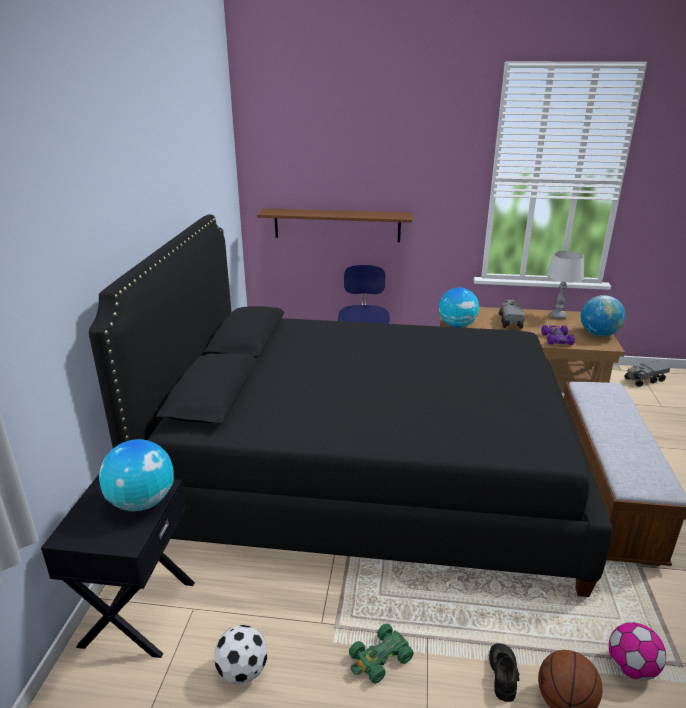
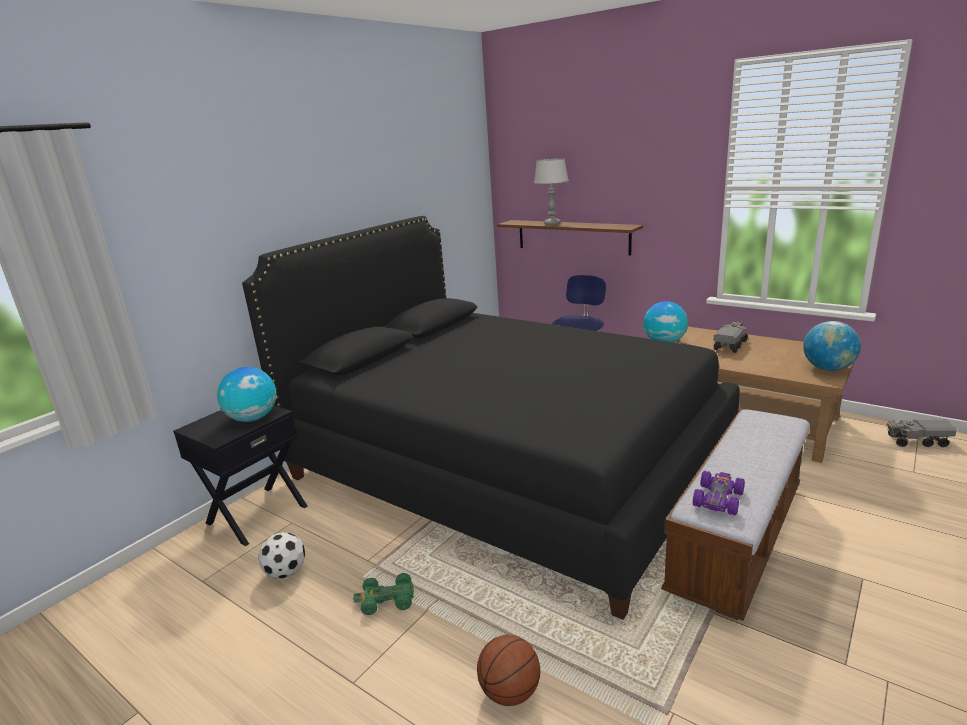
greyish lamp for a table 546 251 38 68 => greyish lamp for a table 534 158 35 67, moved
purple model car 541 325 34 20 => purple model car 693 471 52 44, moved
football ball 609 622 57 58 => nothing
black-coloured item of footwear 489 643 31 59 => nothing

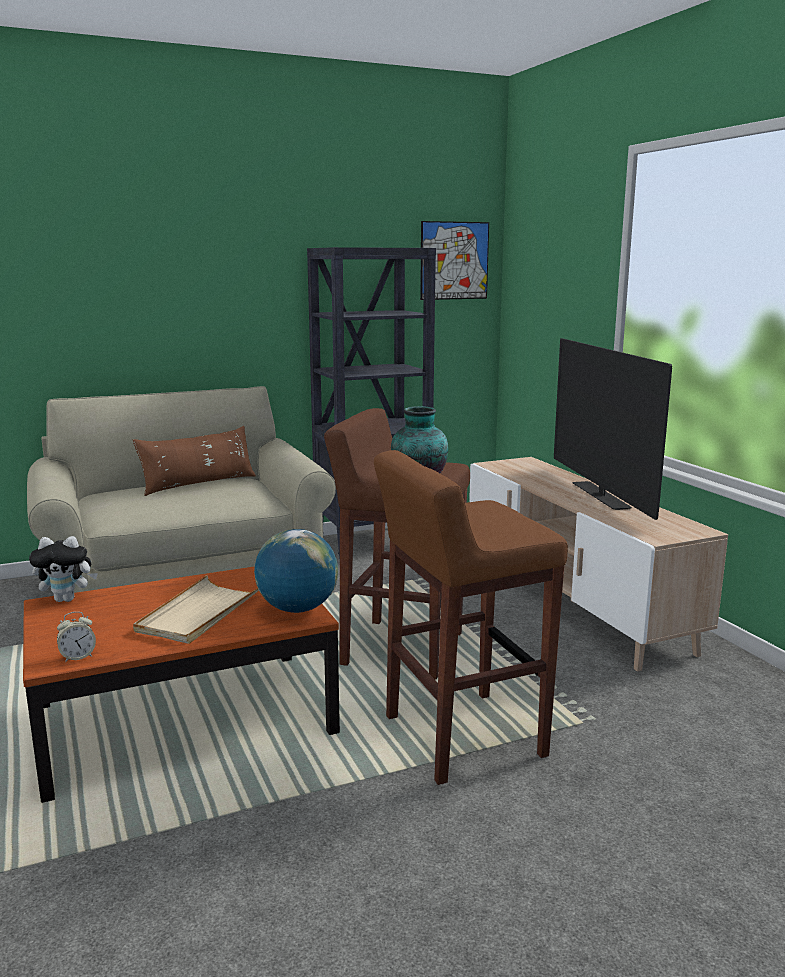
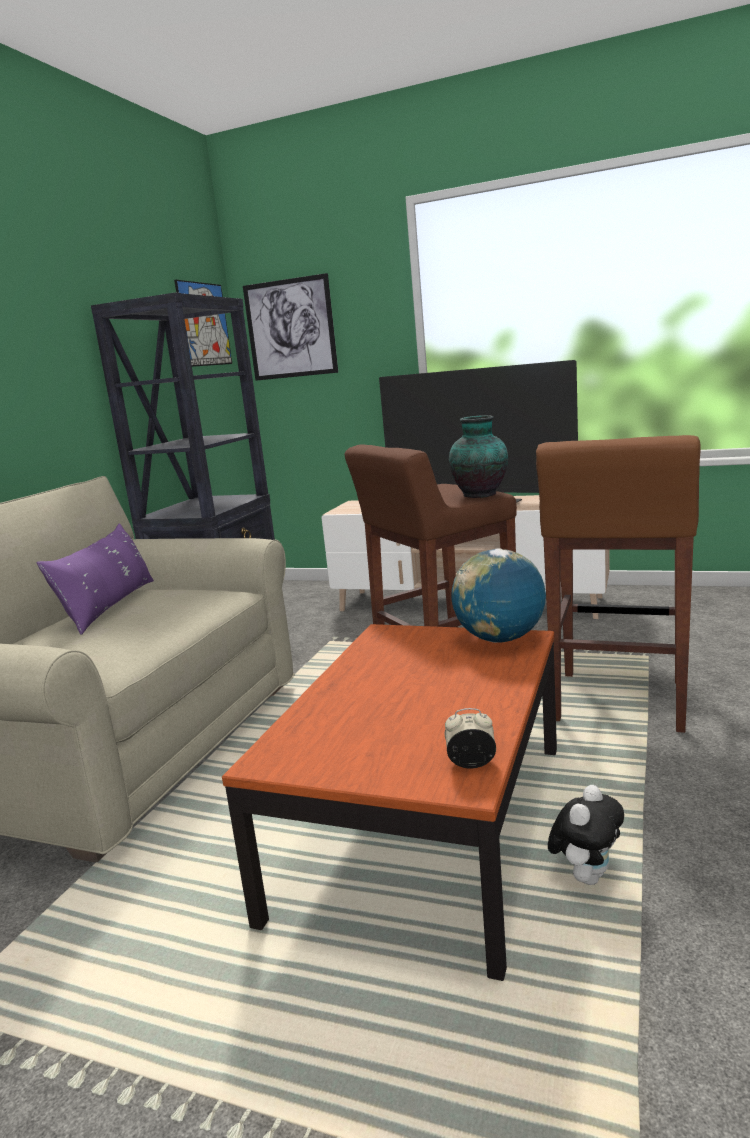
brown throw pillow 133 426 123 70 => purple throw pillow 36 523 118 112
soft toy 29 536 69 66 => soft toy 548 785 76 100, moved
beige-coloured serving tray 133 575 126 69 => nothing
bedside clock 57 612 39 50 => bedside clock 445 708 51 61, 105 degrees counterclockwise
nothing => wall picture 243 273 95 108

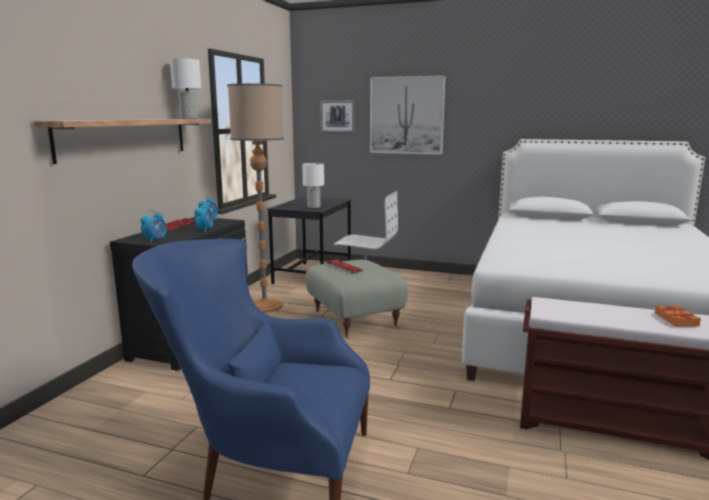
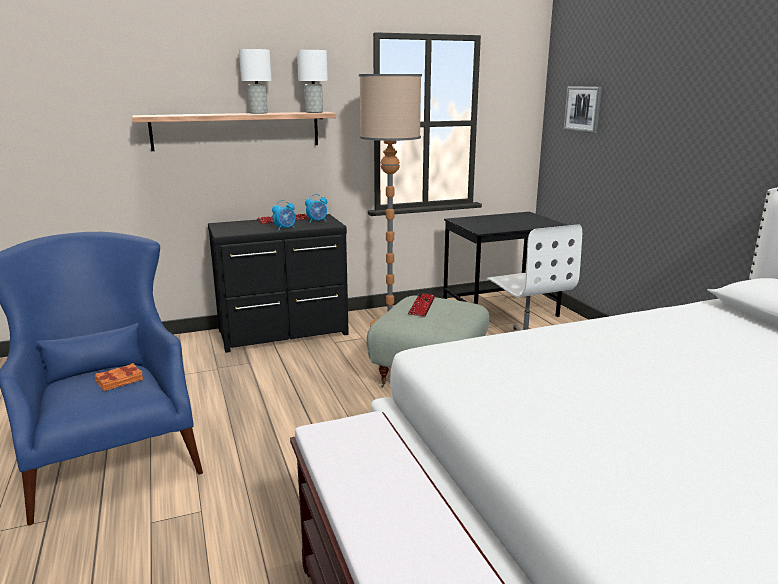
wall picture 370 75 75 80 => nothing
whitish lamp for a table 302 163 22 45 => whitish lamp for a table 239 49 33 65, moved
bedside clock 141 210 26 33 => nothing
orangey volume 655 305 46 21 => orangey volume 95 363 48 28, moved

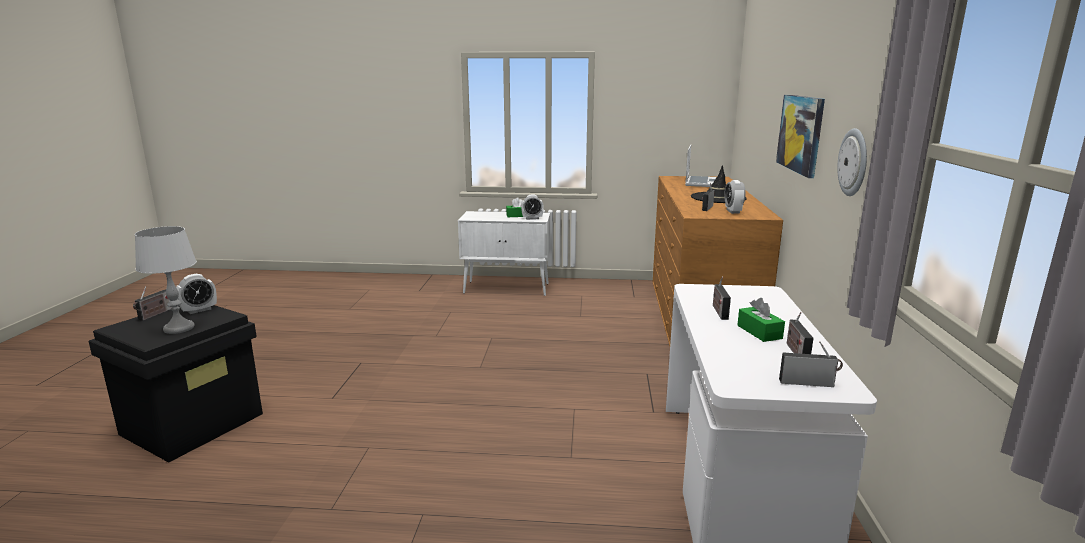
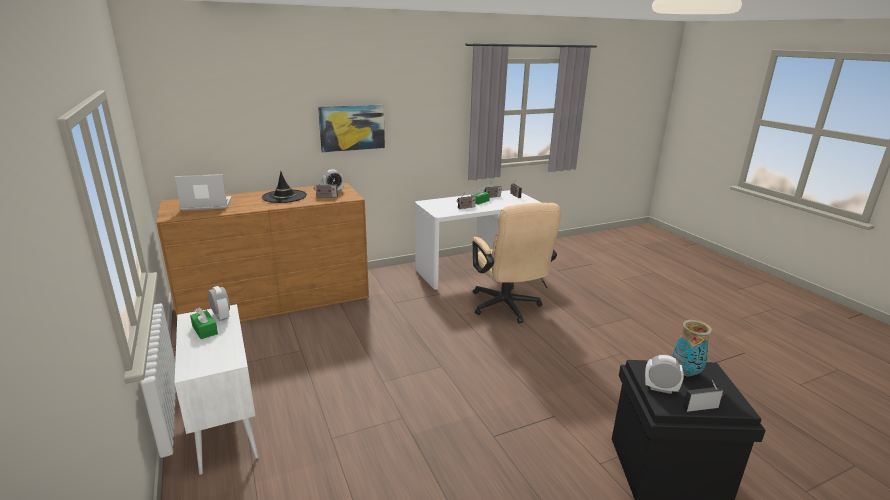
hanging clock 837 128 30 68 => nothing
greyish lamp for a table 135 226 62 108 => vase 673 320 39 57
nothing => beige-coloured desk chair 472 203 89 120

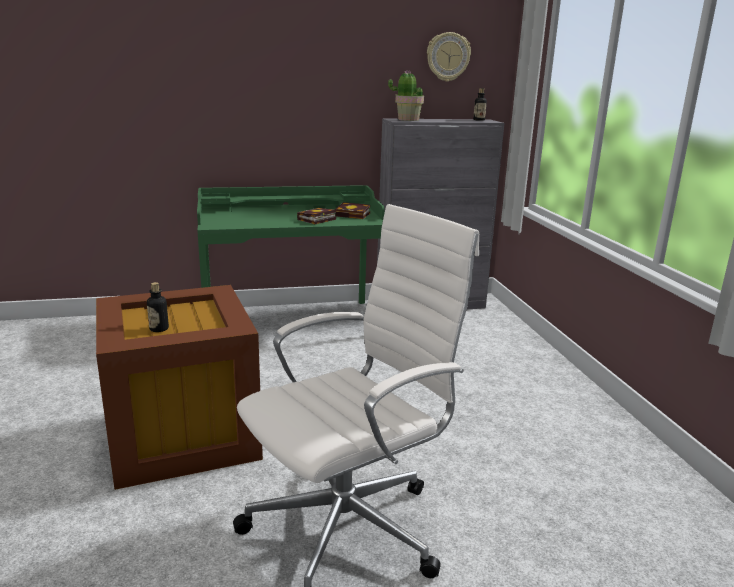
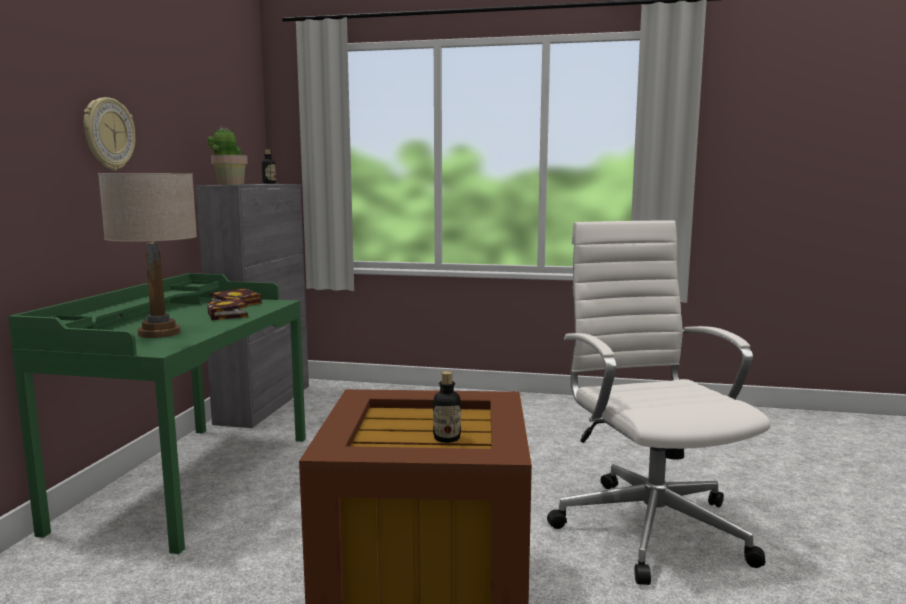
hanging clock 427 32 44 50 => hanging clock 84 97 51 73, moved
nothing => beige-coloured lamp for a table 98 173 99 165

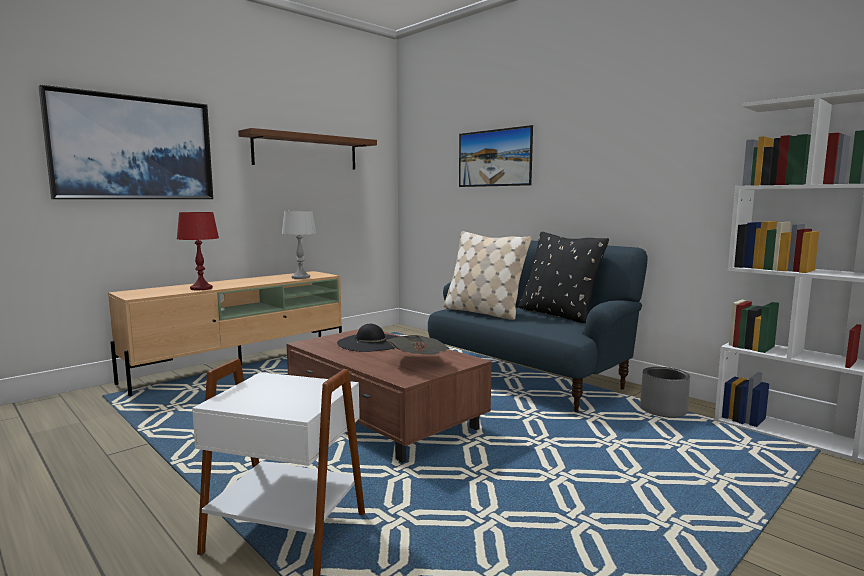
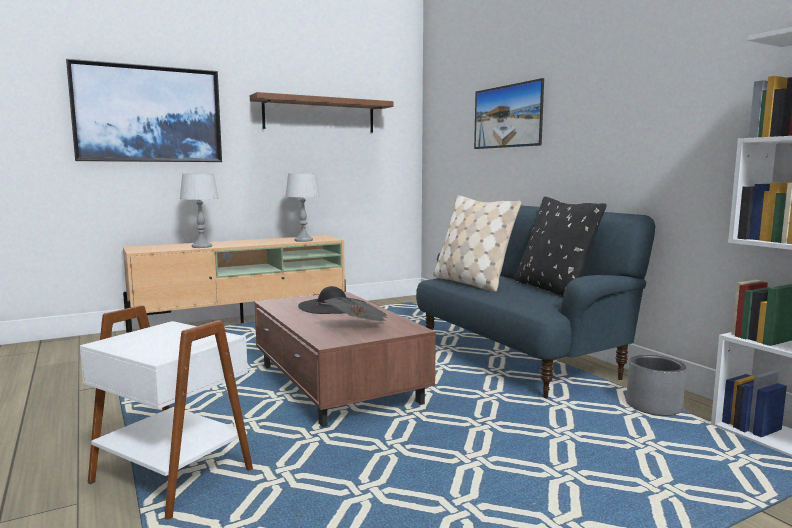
red lamp for a table 177 212 42 78 => greyish lamp for a table 180 174 39 74

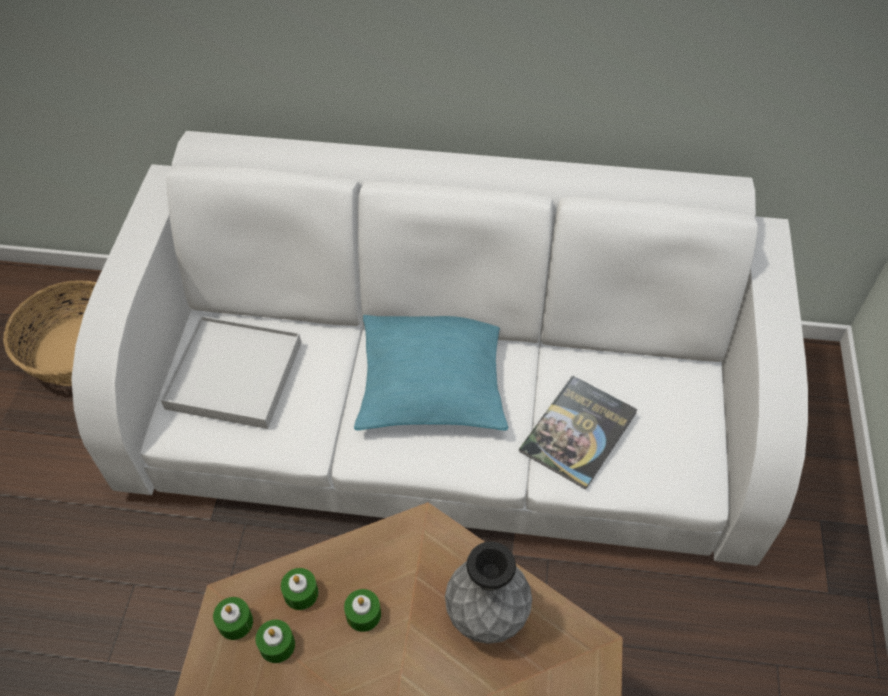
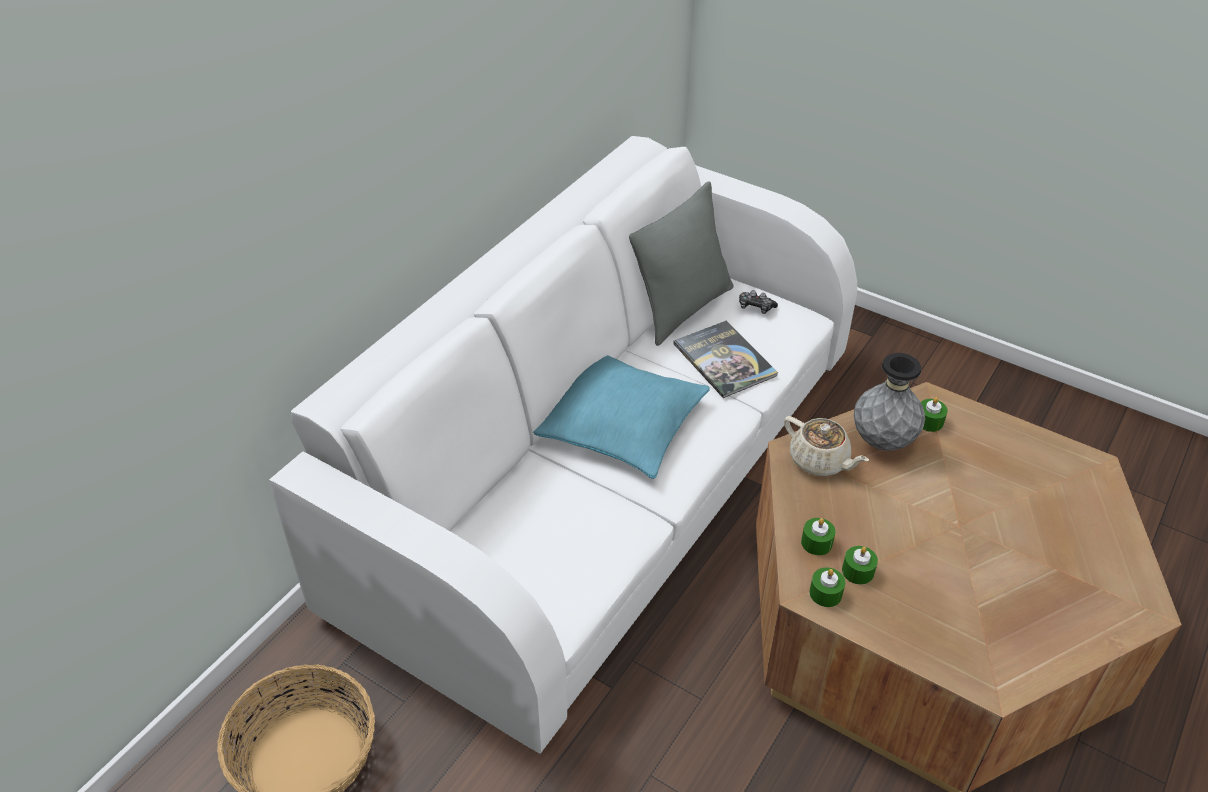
whitish serving tray 161 316 140 113 => nothing
green-coloured candle 344 589 37 43 => green-coloured candle 921 397 27 35, moved
nothing => greyish throw pillow 629 181 105 165
nothing => joypad 739 290 39 24
nothing => beige-coloured tea pot 784 416 85 60

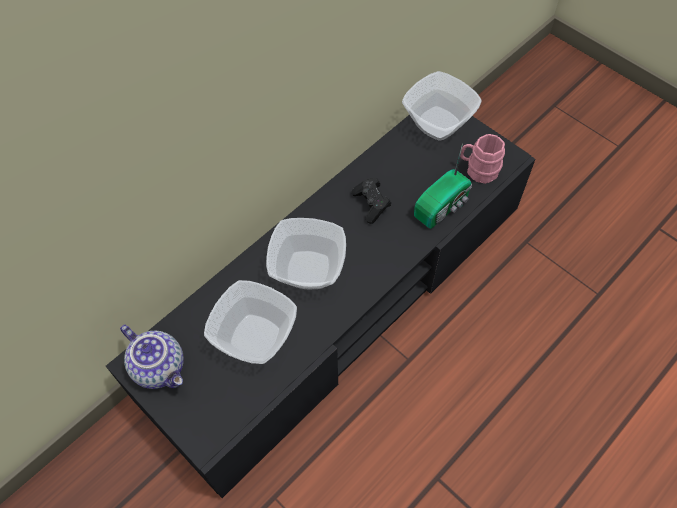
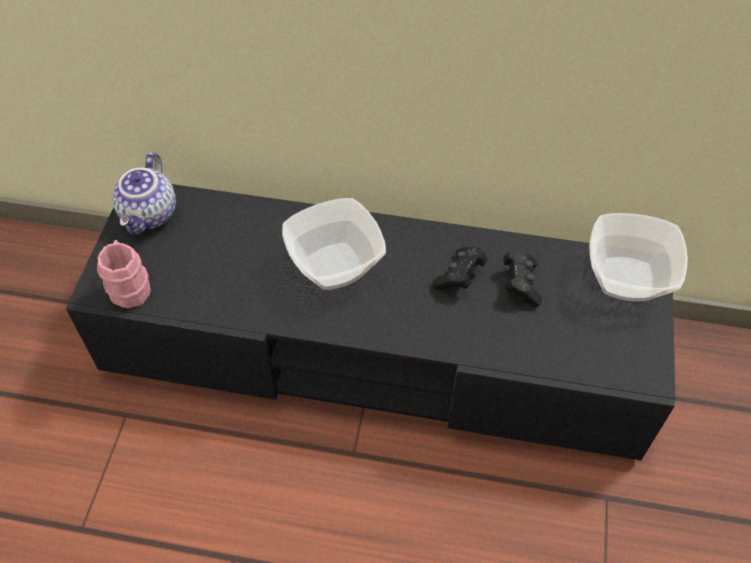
pinkish coffee mug 460 134 45 50 => pinkish coffee mug 97 240 54 68, moved
radio set 414 143 58 86 => nothing
deep dish 204 280 93 84 => nothing
nothing => black-coloured joypad 503 250 39 57

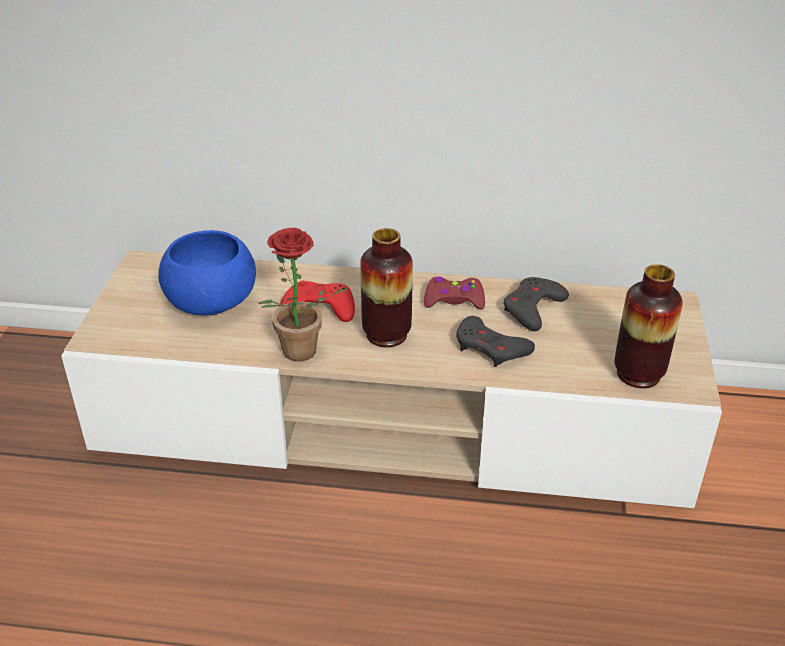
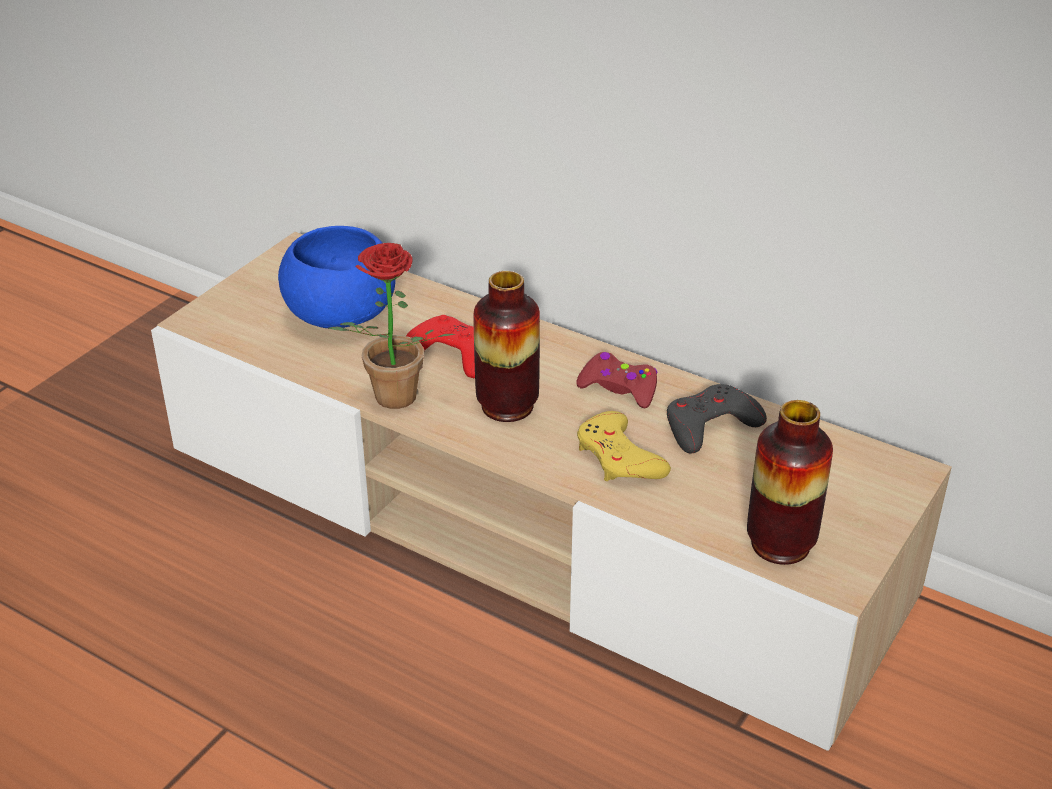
greyish joypad 456 316 79 51 => yellow joypad 577 411 94 70

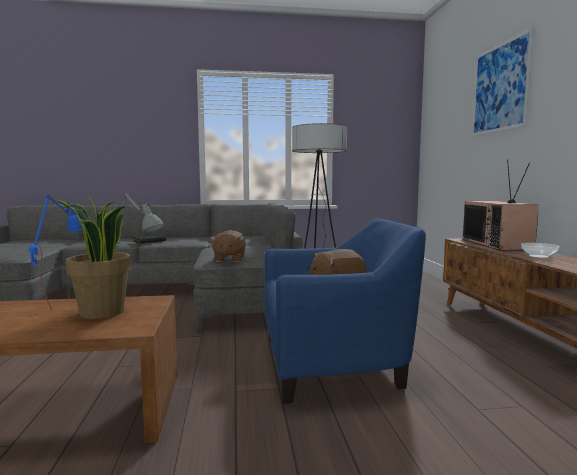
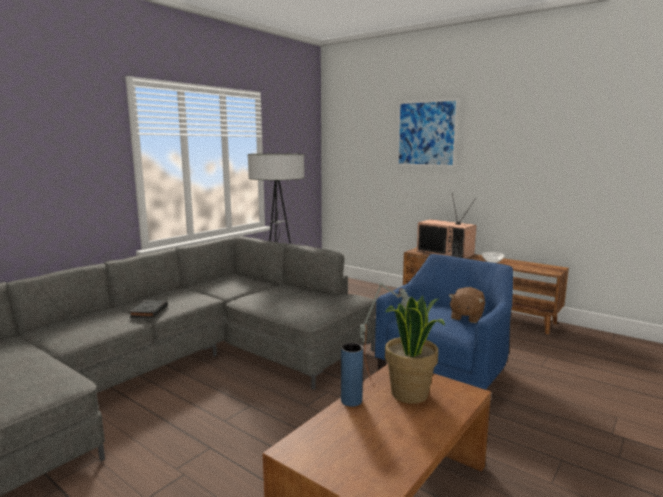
blue-coloured lamp for a table 29 194 54 116 => blue-coloured vase 341 343 22 64
brown soft toy 210 230 36 32 => nothing

